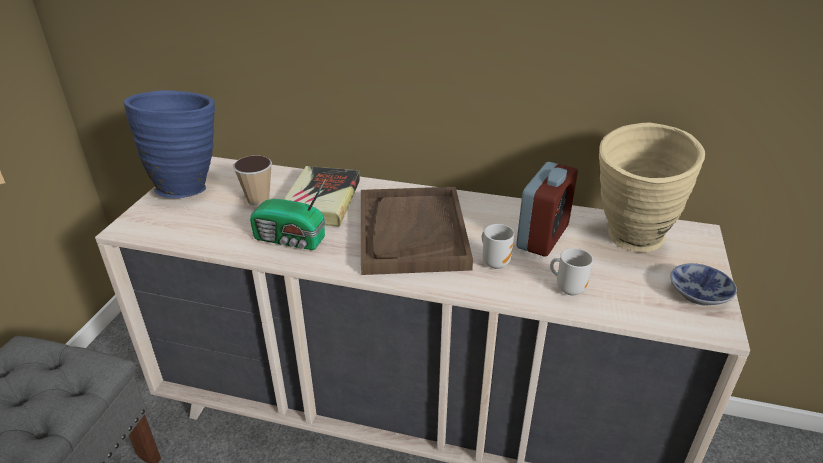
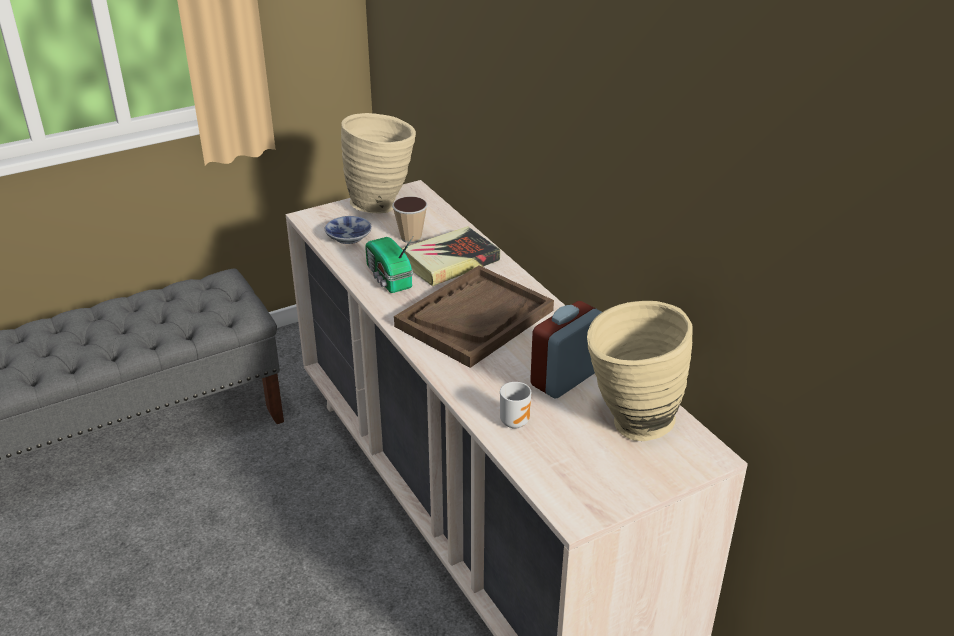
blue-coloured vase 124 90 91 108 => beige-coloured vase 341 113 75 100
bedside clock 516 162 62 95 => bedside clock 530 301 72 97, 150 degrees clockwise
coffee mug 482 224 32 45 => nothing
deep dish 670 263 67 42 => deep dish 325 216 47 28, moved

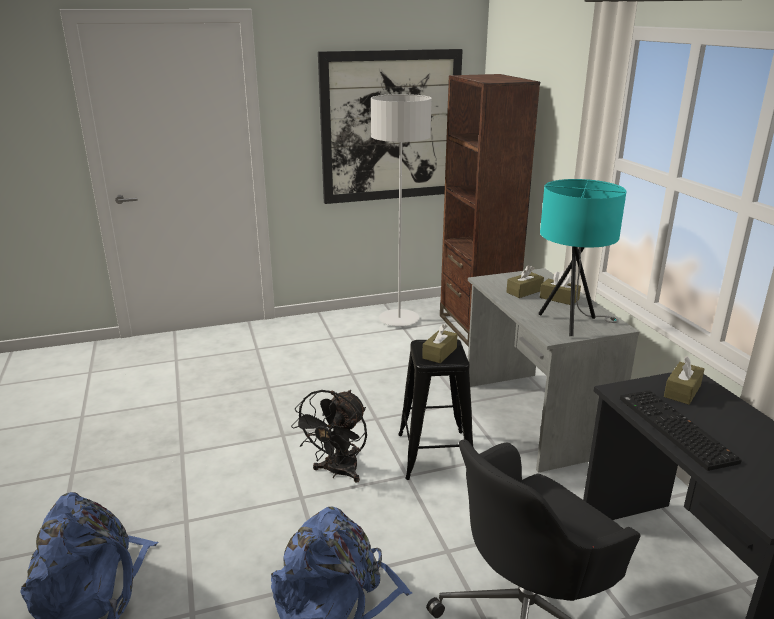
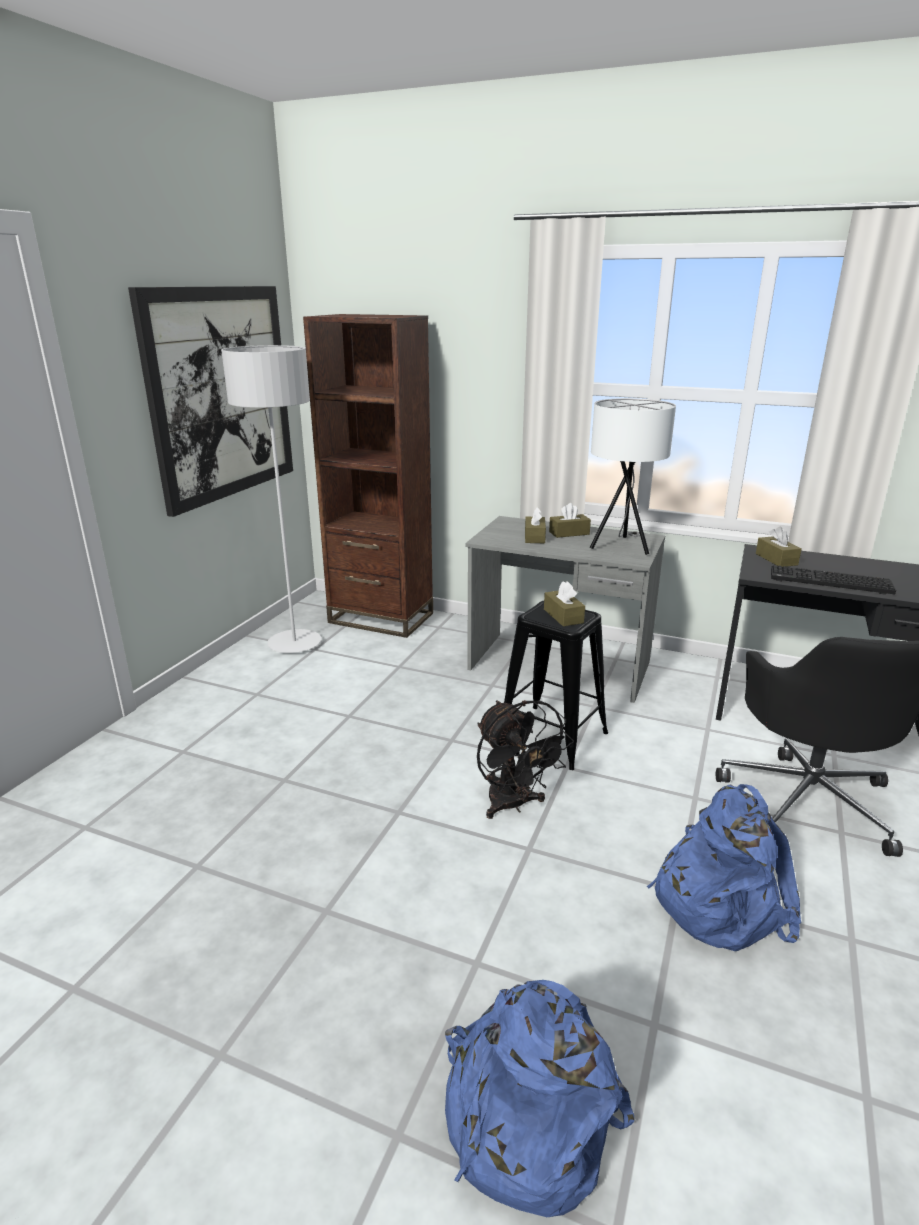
turquoise lamp for a table 538 179 88 157 => whitish lamp for a table 590 398 86 157

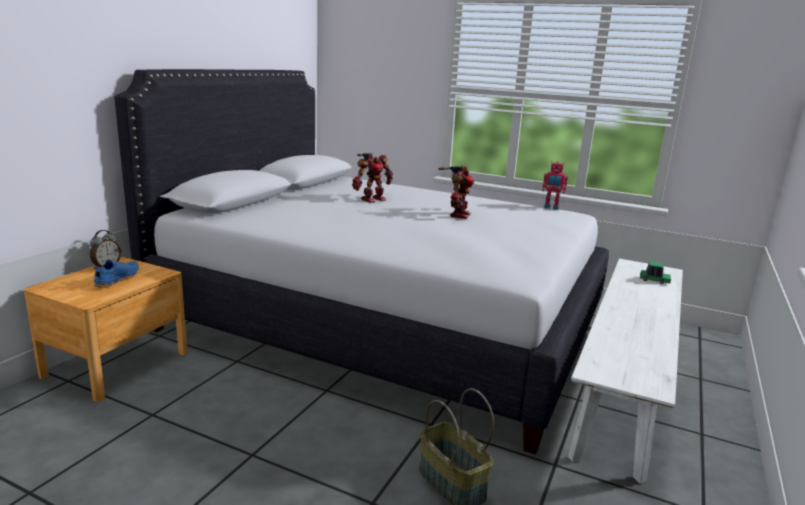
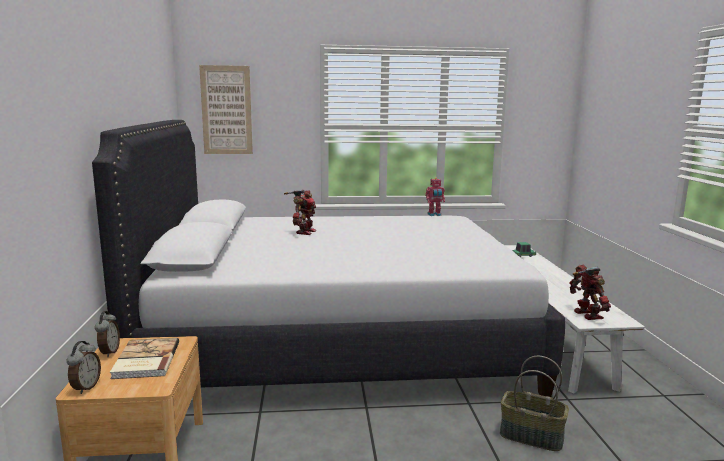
model robot 438 165 36 54 => model robot 569 264 42 56, moved
blue-coloured item of footwear 94 259 45 29 => volume 110 338 69 41
nothing => wall picture 199 65 54 89
nothing => bedside clock 67 341 34 53

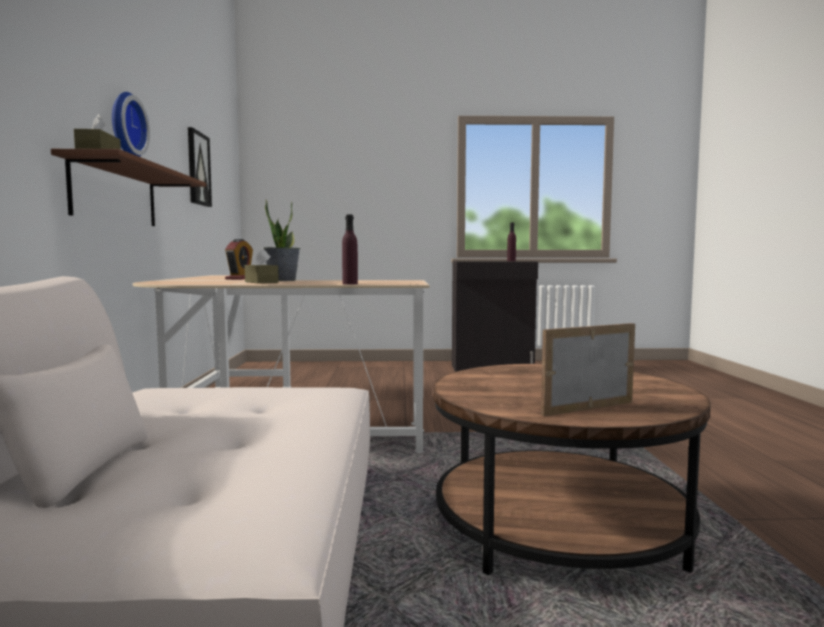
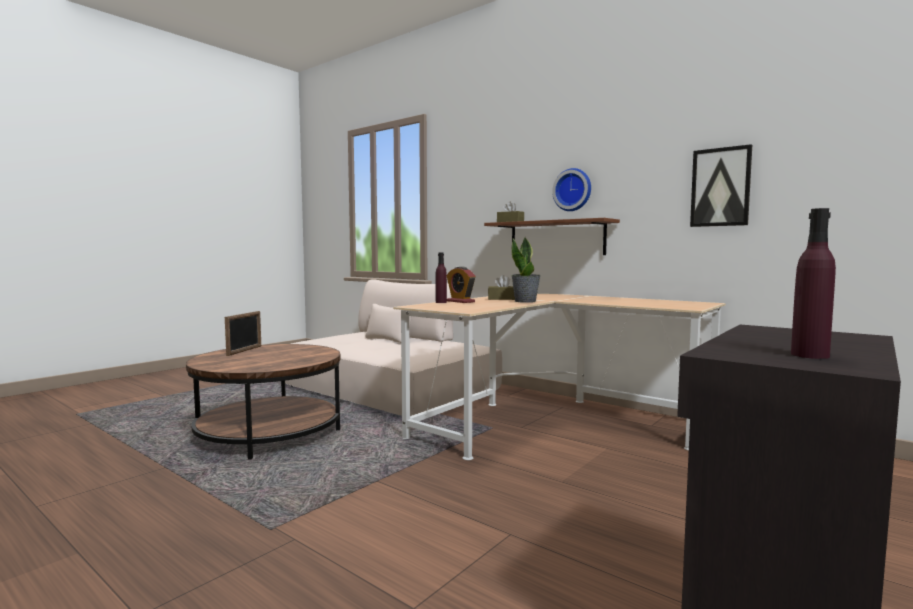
bedside clock 225 239 28 41 => bedside clock 447 266 29 37, moved

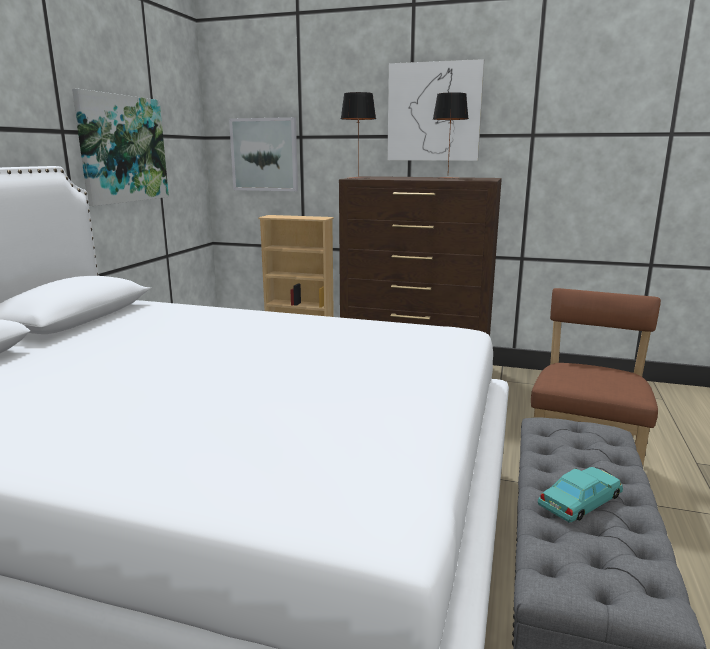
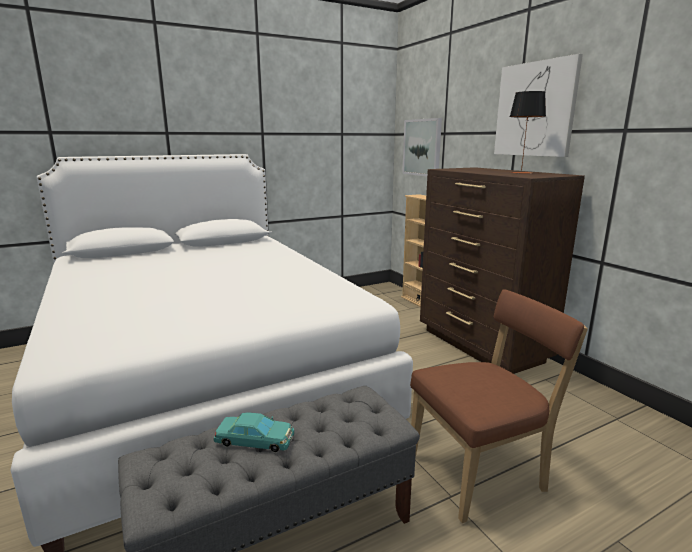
wall picture 72 89 97 117 => nothing
lamp for a table 341 92 35 87 => nothing

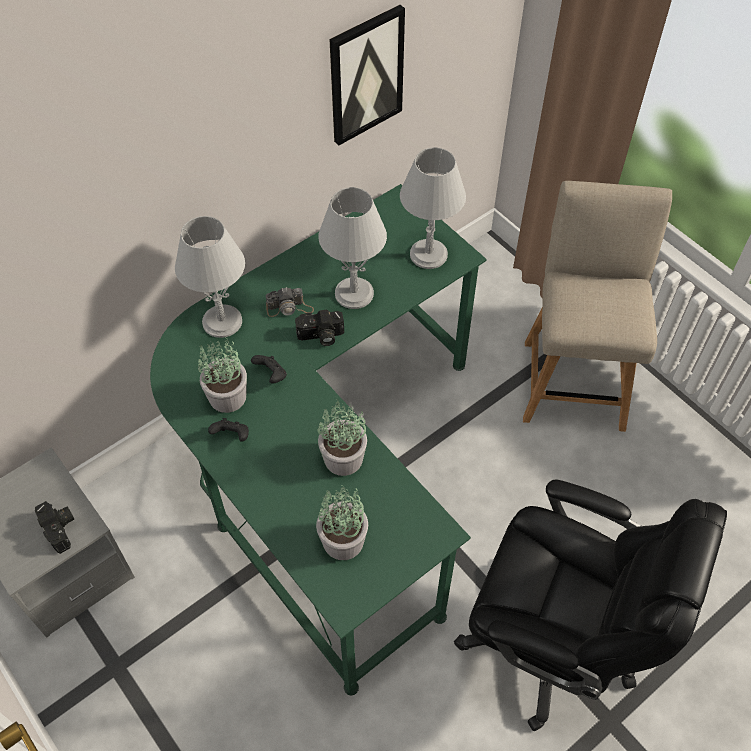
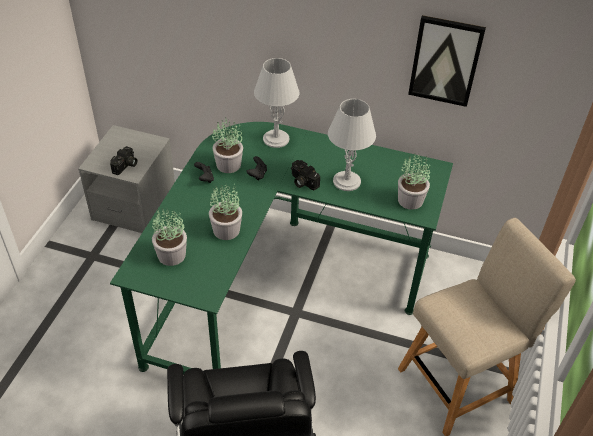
greyish lamp for a table 400 147 66 122 => houseplant 398 153 32 57
photo camera 266 287 48 30 => nothing

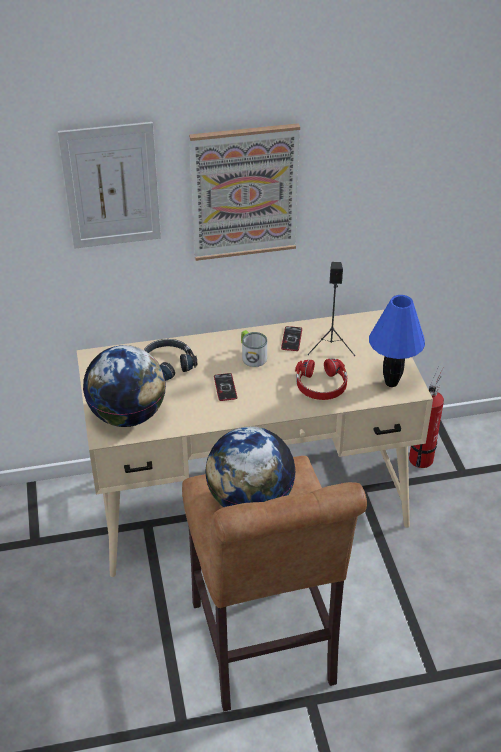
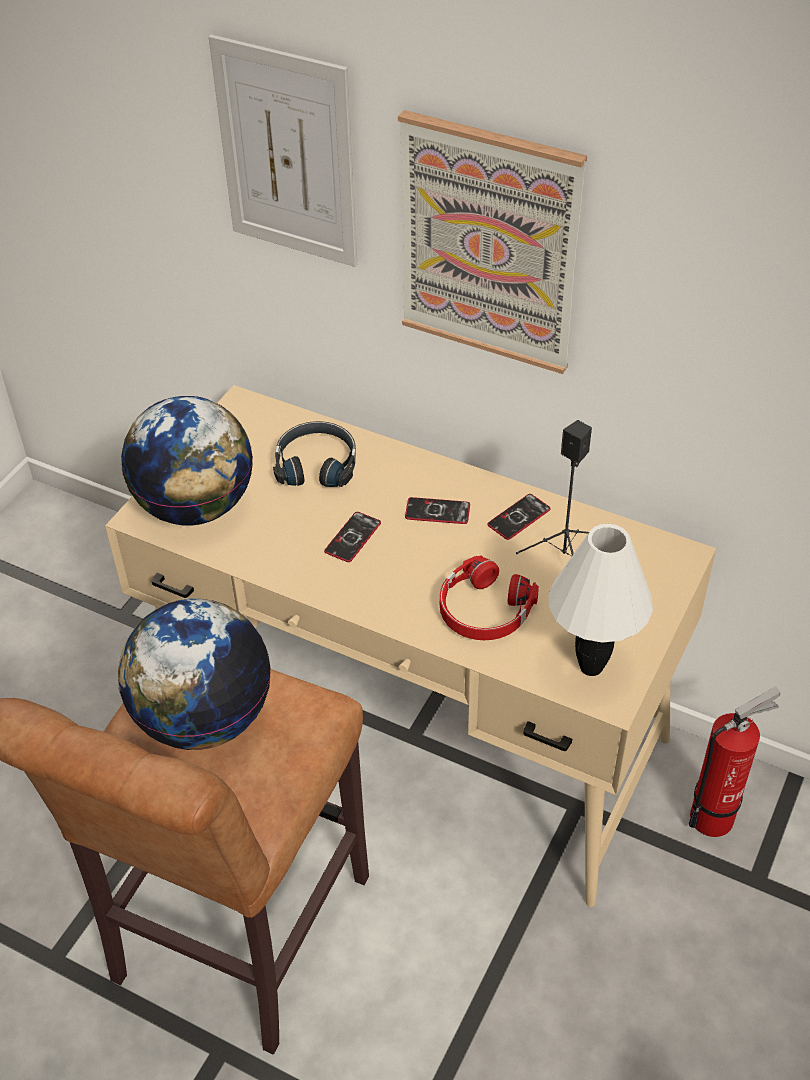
blue-coloured lamp for a table 369 295 56 92 => whitish lamp for a table 549 524 104 152
coffee mug 241 330 26 37 => telephone 405 497 65 27

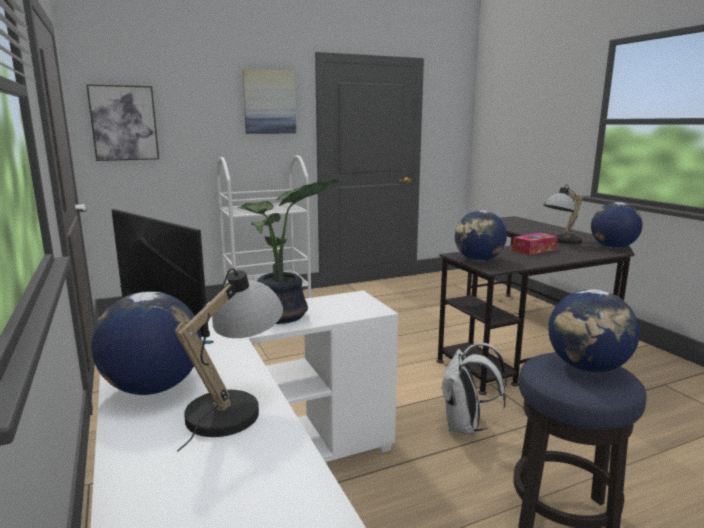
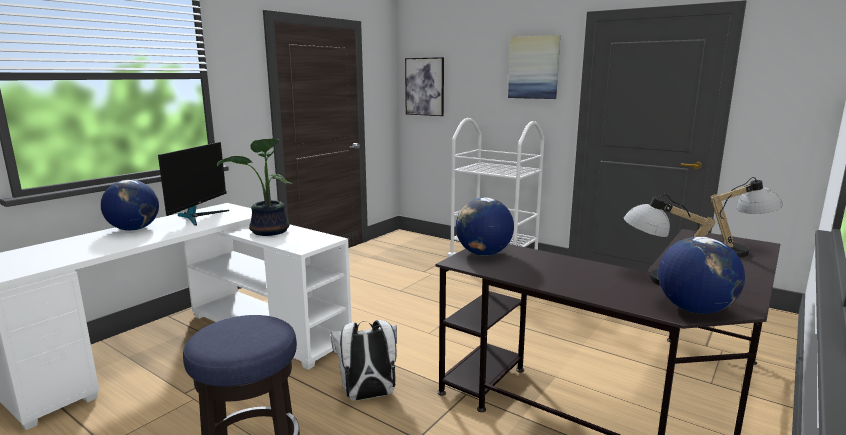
box of tissues 512 233 46 22 => nothing
lamp for a table 175 268 108 184 => lamp for a table 710 177 73 81, moved
desk globe 548 289 92 84 => nothing

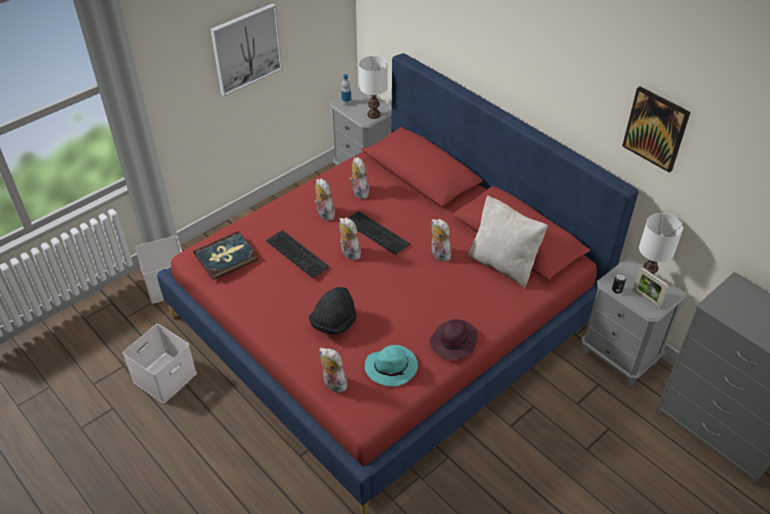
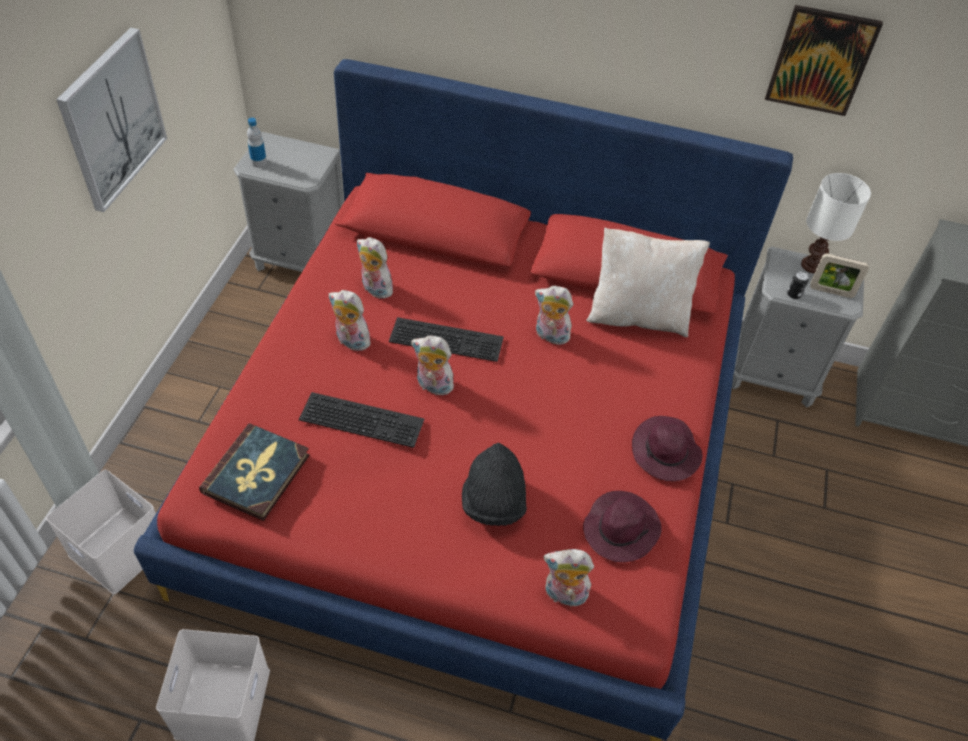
whitish lamp for a table 359 56 29 63 => nothing
turquoise wearable hat 365 345 53 41 => purple wearable hat 583 491 79 71

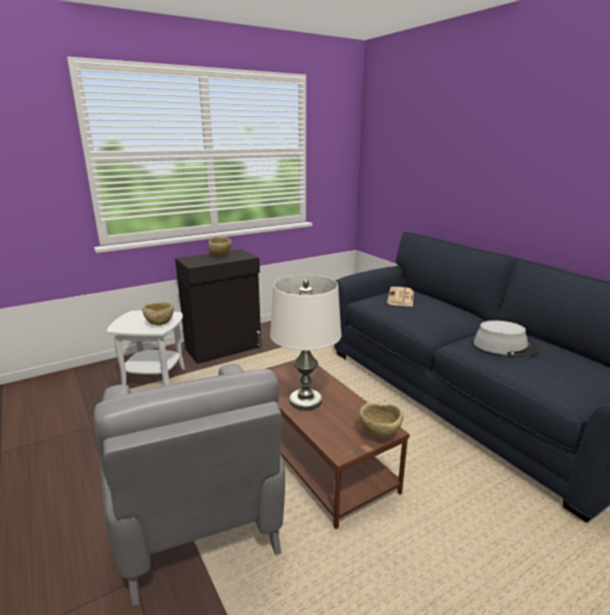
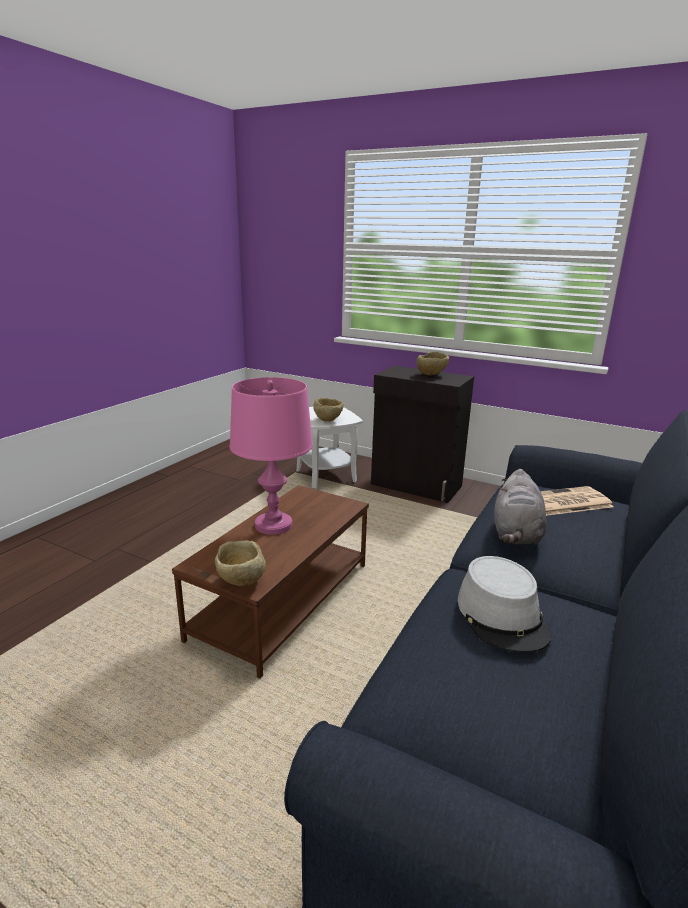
whitish lamp for a table 270 275 72 136 => pinkish lamp for a table 230 377 83 158
greyish armchair 94 364 191 242 => nothing
nothing => greyish soft toy 494 469 53 76

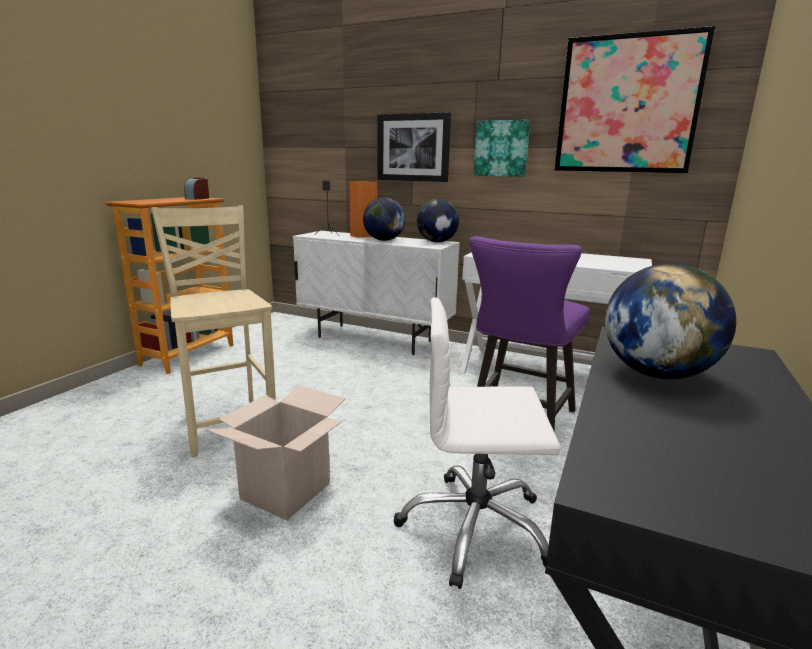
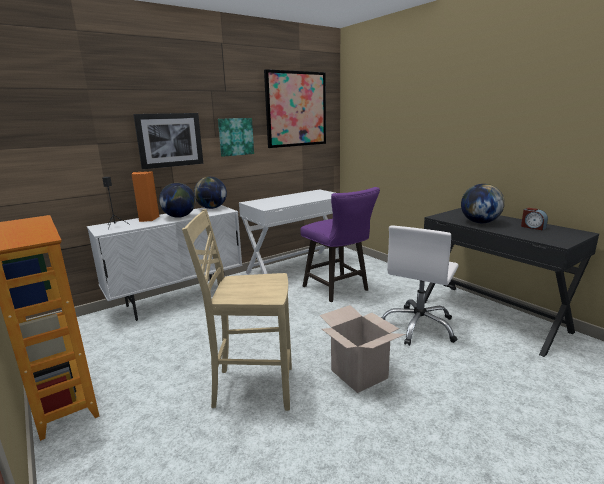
bedside clock 184 178 25 22 => bedside clock 521 208 27 22, moved

